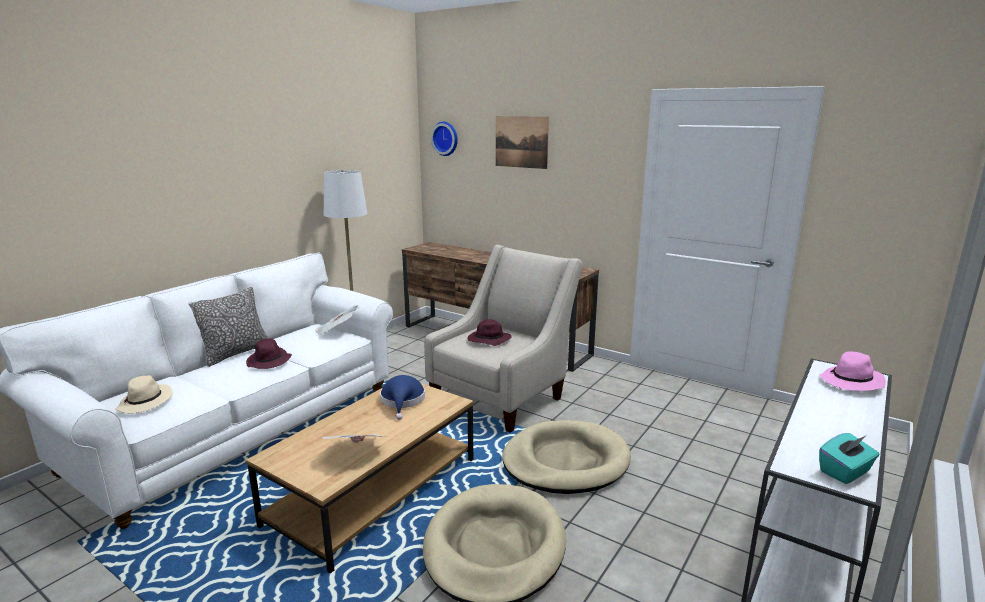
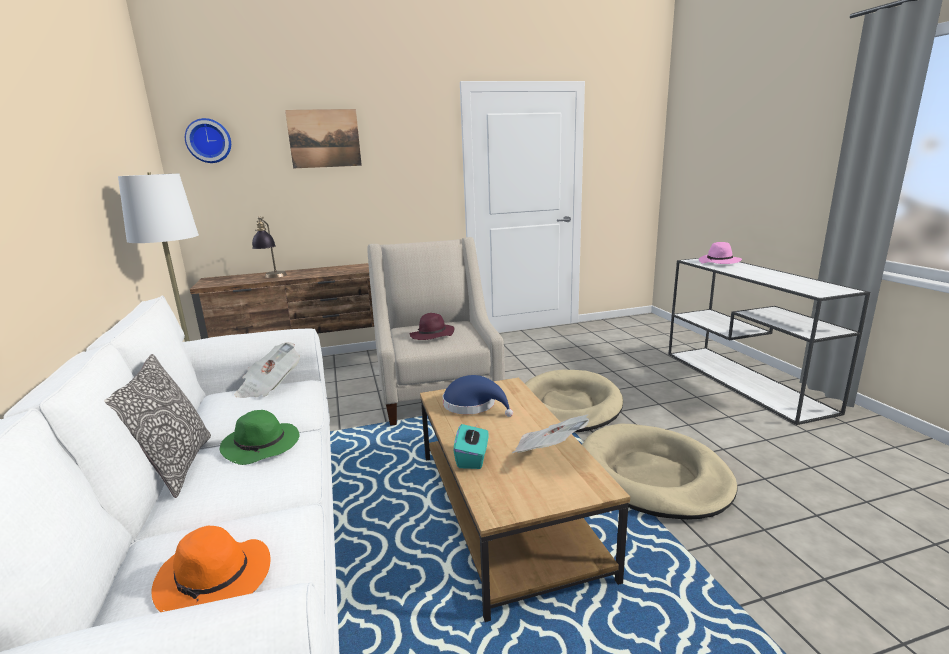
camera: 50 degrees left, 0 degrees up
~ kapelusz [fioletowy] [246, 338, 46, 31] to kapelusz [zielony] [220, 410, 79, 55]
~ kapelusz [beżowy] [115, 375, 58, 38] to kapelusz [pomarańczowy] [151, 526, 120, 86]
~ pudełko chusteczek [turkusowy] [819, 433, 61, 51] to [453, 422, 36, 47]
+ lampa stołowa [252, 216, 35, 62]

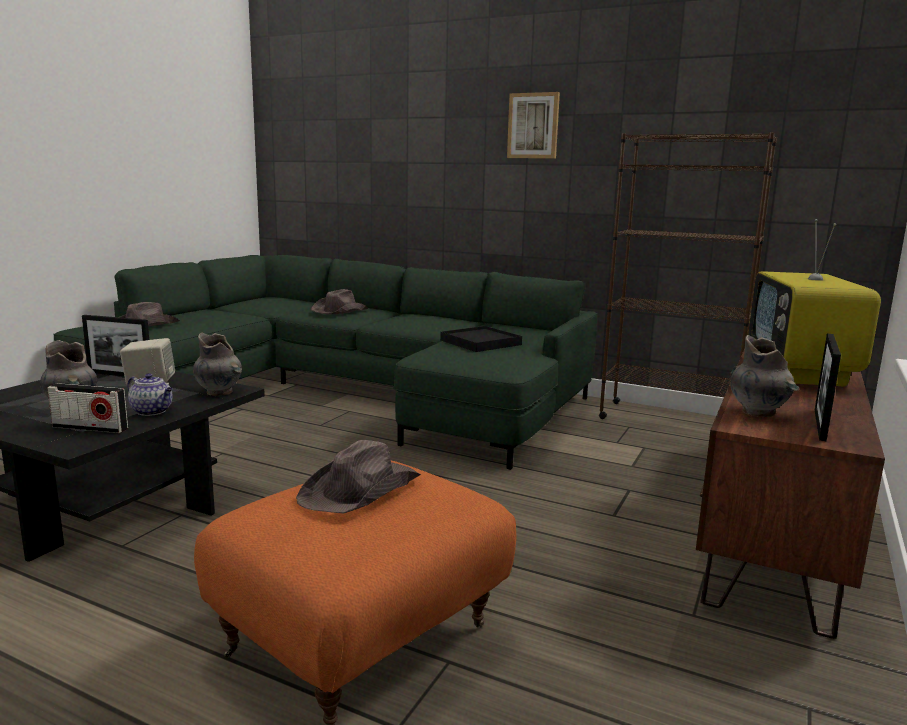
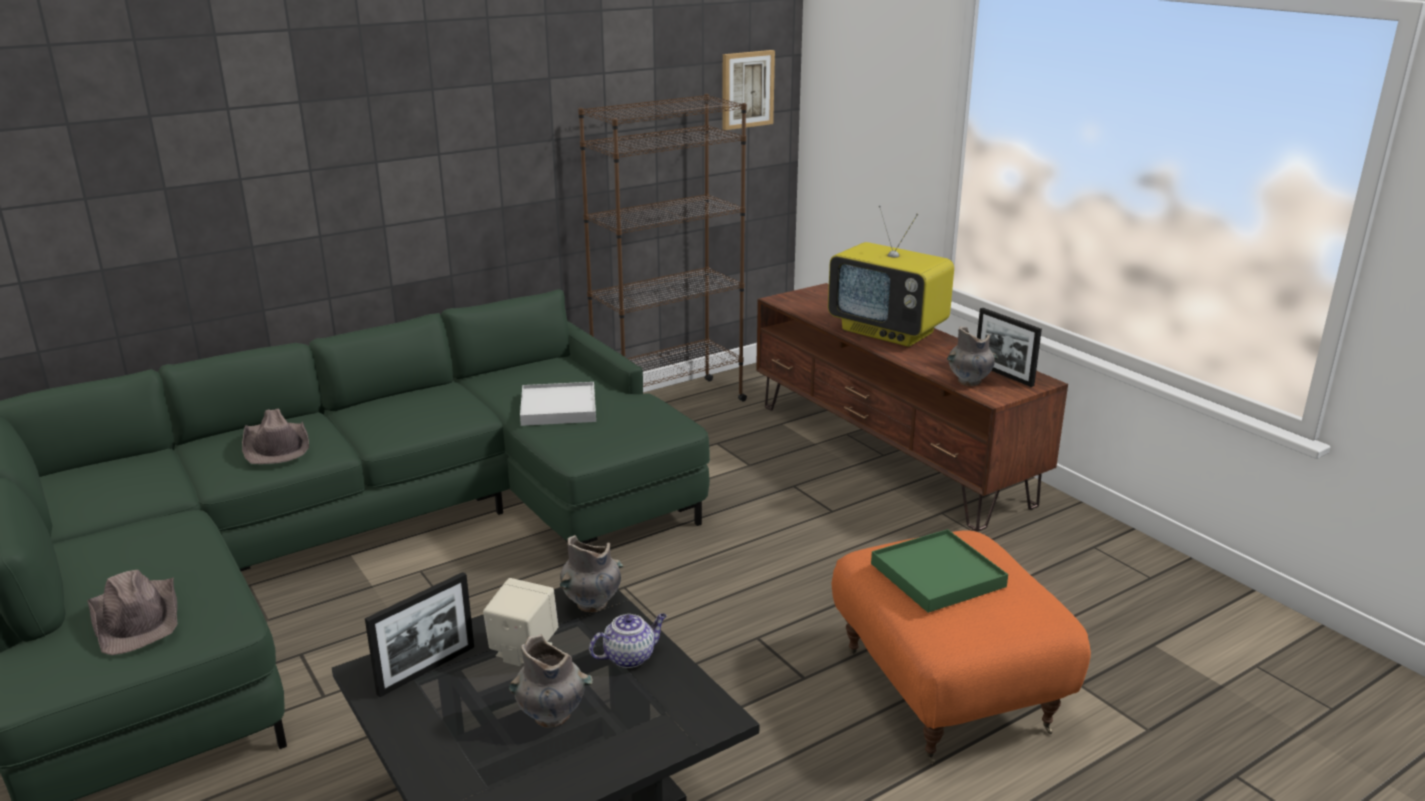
camera: 60 degrees left, 10 degrees up
~ obraz [507, 92, 53, 67] to [722, 50, 53, 80]
~ taca [czarny] [440, 326, 82, 26] to taca [biały] [520, 382, 76, 44]
- radio [47, 383, 81, 50]
~ kapelusz [brązowy] [296, 440, 125, 73] to taca [zielony] [871, 529, 137, 84]

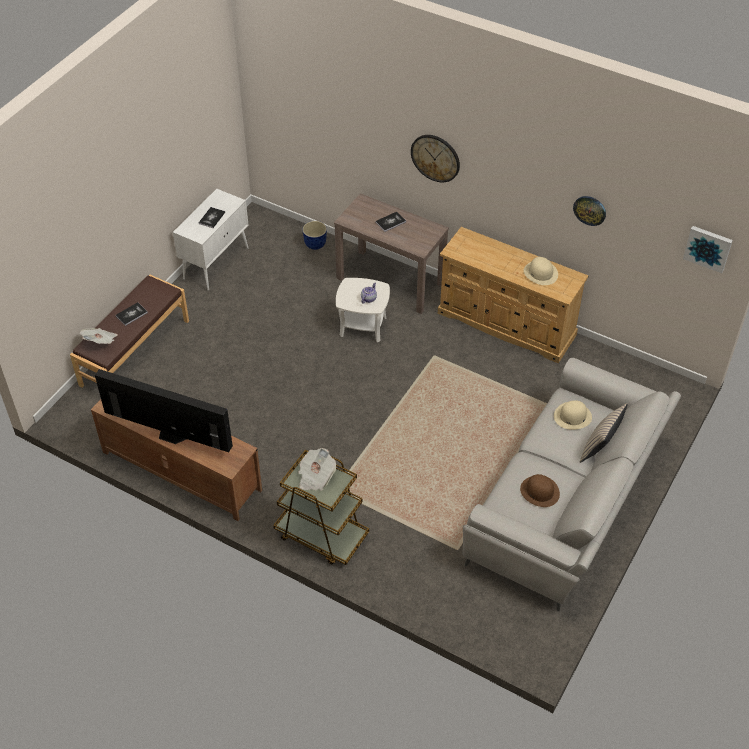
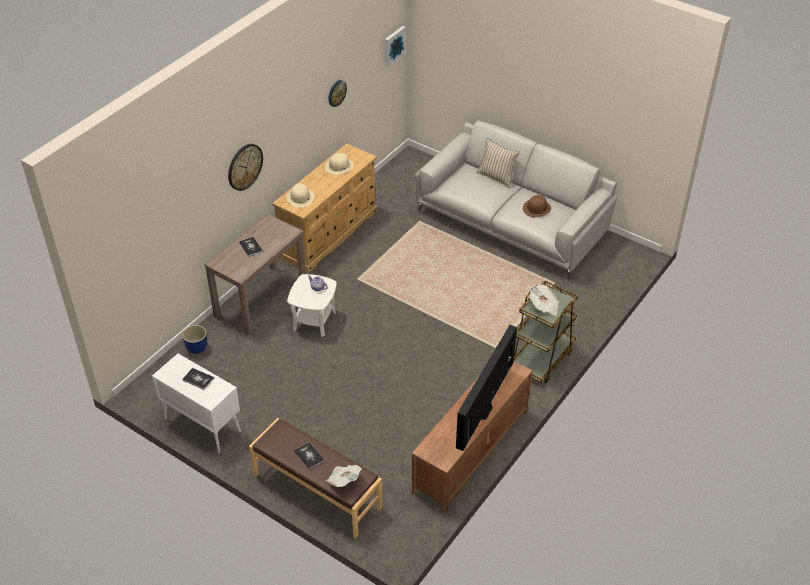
camera: 85 degrees left, 5 degrees down
~ kapelusz [beżowy] [554, 400, 38, 30] to [286, 183, 28, 25]

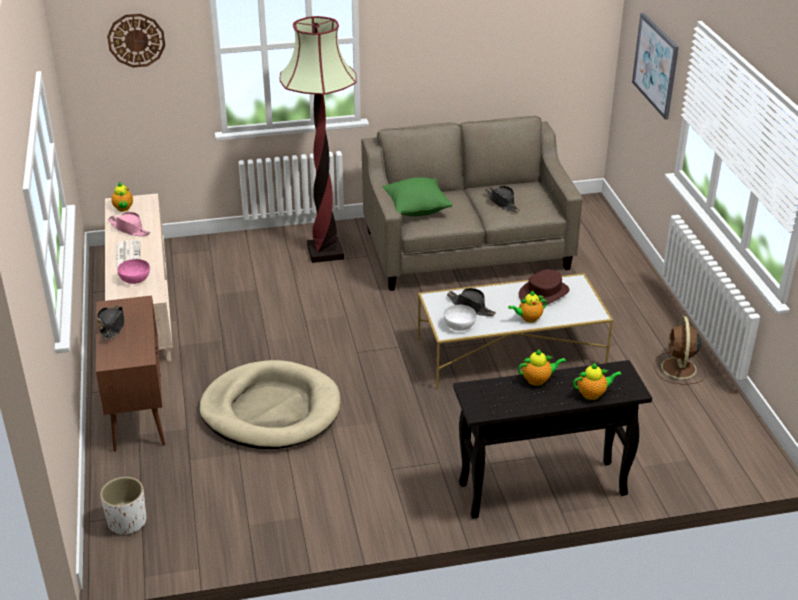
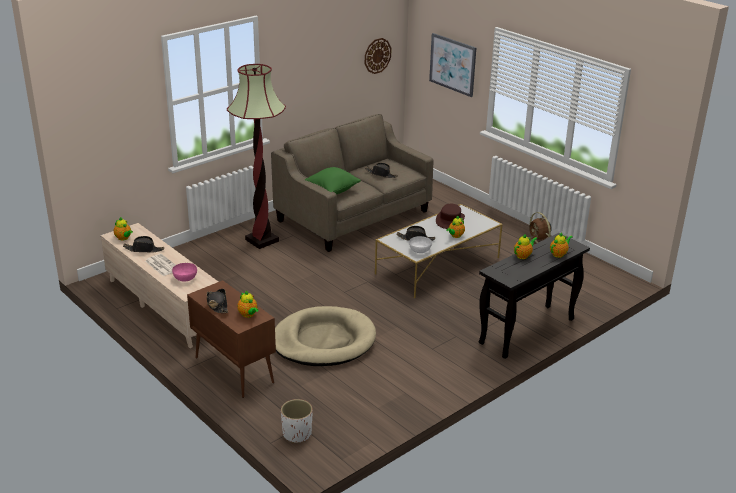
camera: 30 degrees left, 5 degrees down
~ zegar ścienny [107, 14, 58, 54] to [365, 38, 26, 36]
~ kapelusz [różowy] [108, 212, 42, 24] to kapelusz [czarny] [123, 236, 41, 17]
+ imbryk [237, 291, 21, 27]

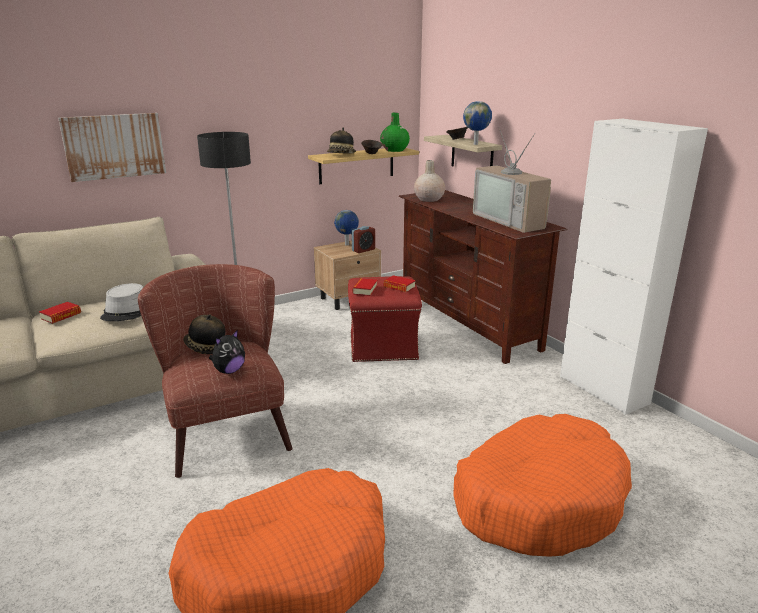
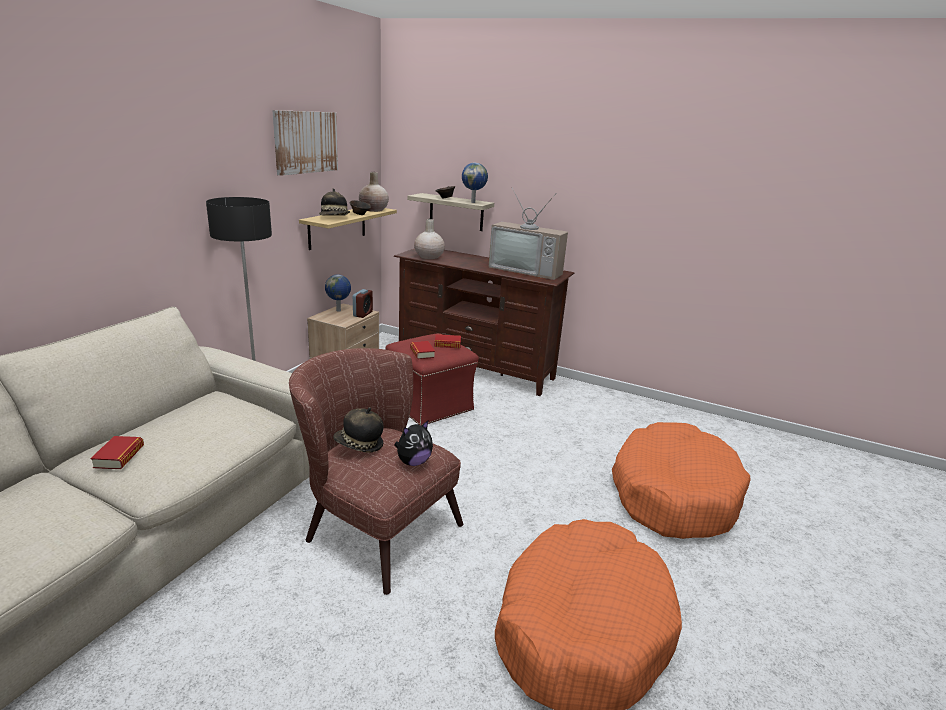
camera: 35 degrees left, 0 degrees up
~ wazon [zielony] [380, 112, 30, 40] to wazon [beżowy] [359, 172, 30, 40]
~ obraz [58, 113, 108, 69] to [272, 110, 66, 66]
- szafka [biały] [560, 119, 148, 296]
- kapelusz [szary] [100, 283, 43, 38]
~ pluszak [209, 330, 36, 44] = [395, 421, 38, 45] 45 degrees clockwise

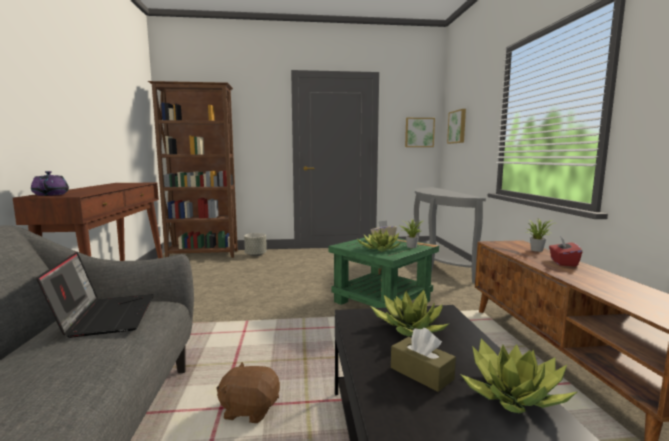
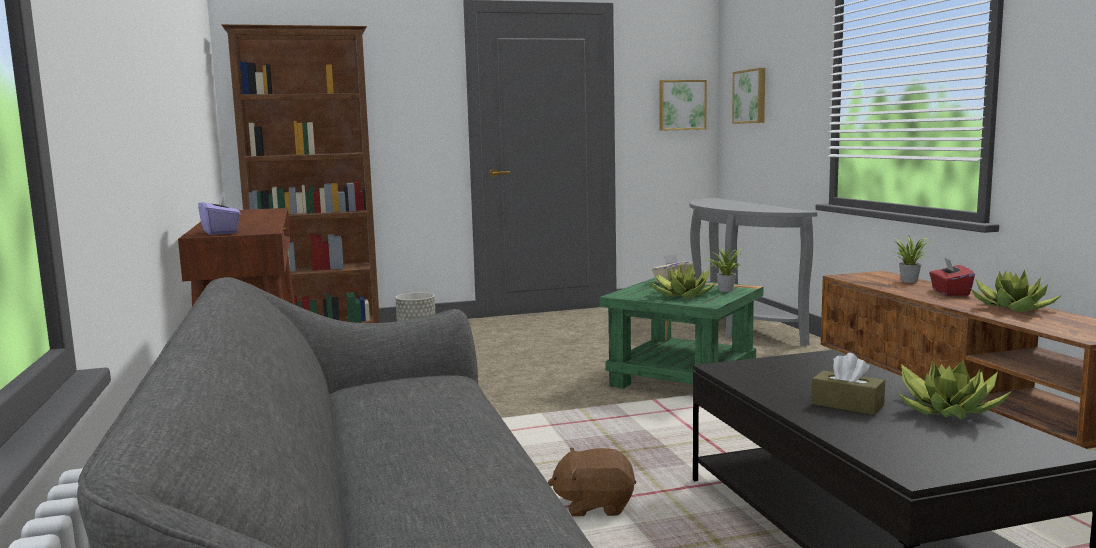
camera: 10 degrees left, 0 degrees up
~ imbryk [fioletowy] [31, 171, 38, 25] to pudełko chusteczek [fioletowy] [198, 191, 42, 44]
- laptop [36, 252, 118, 86]
~ roślina doniczkowa [371, 290, 78, 46] to [971, 270, 90, 42]

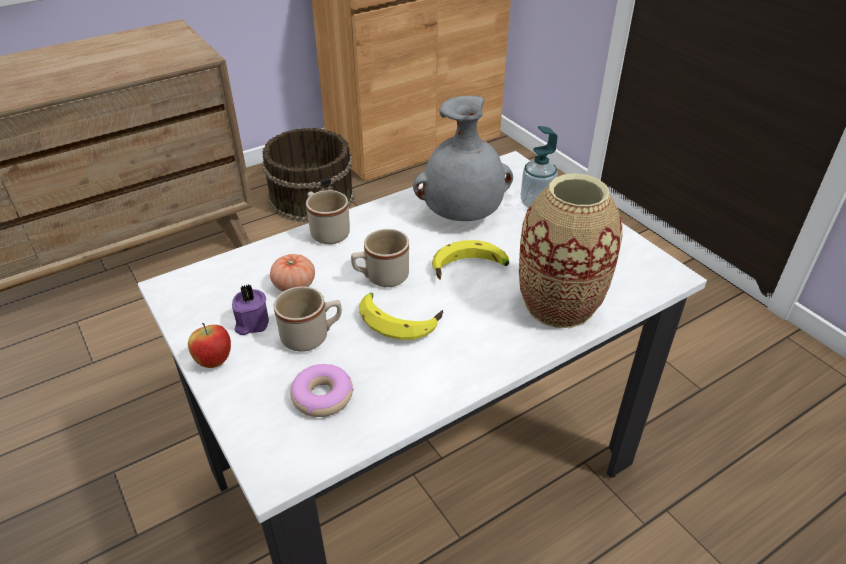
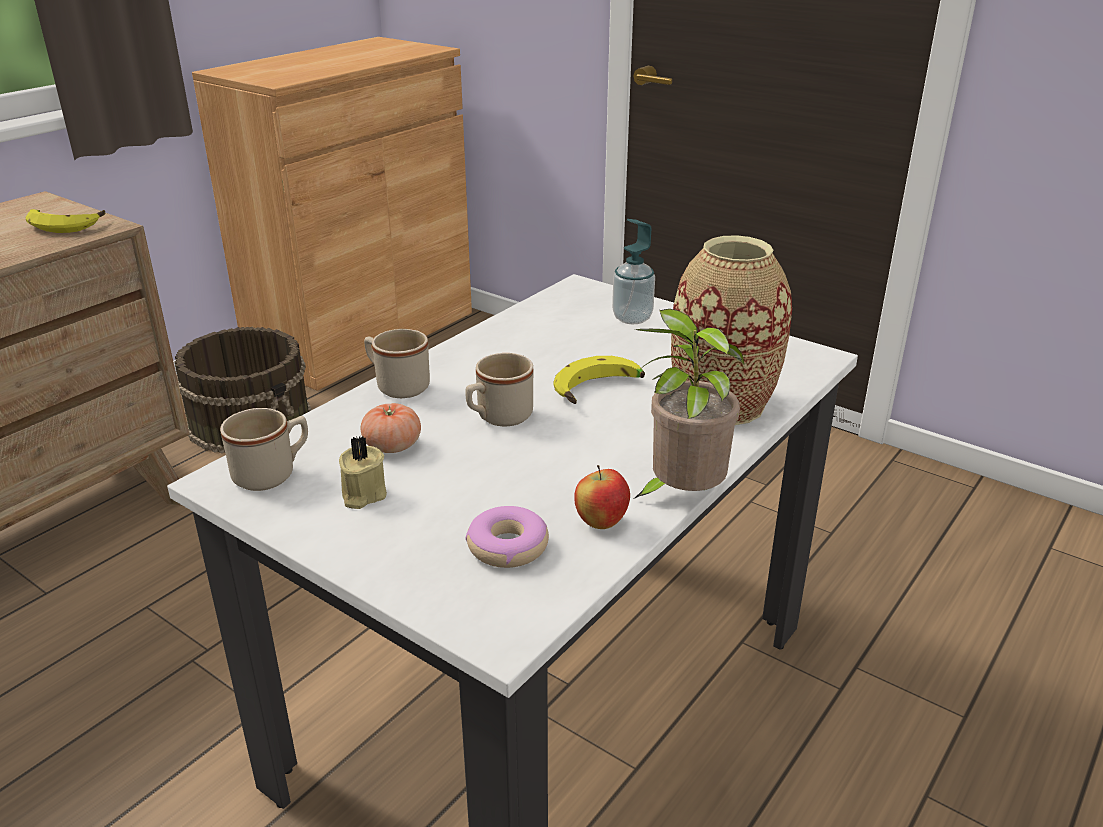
camera: 20 degrees left, 10 degrees down
- wazon [szary] [413, 96, 100, 125]
~ świeca [fioletowy] [232, 284, 37, 51] to świeca [beżowy] [339, 436, 48, 73]
~ kubek [beżowy] [274, 286, 68, 66] to [220, 408, 88, 83]
~ banan [359, 293, 84, 47] to [25, 209, 80, 24]
~ jabłko [188, 323, 43, 45] to [574, 465, 56, 64]
+ roślina doniczkowa [634, 309, 110, 190]

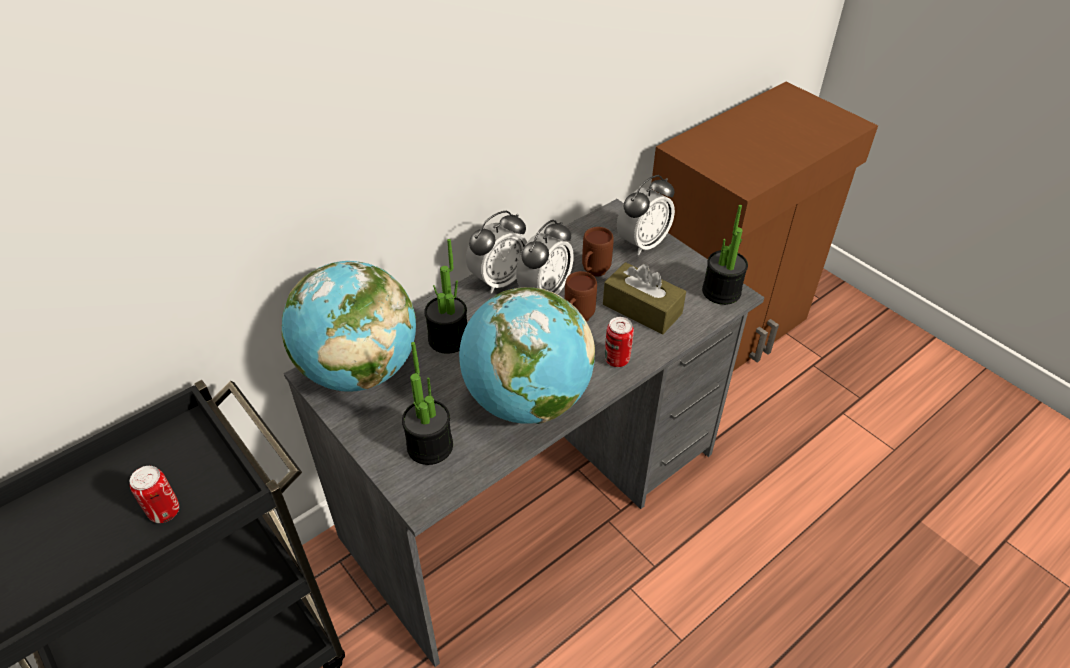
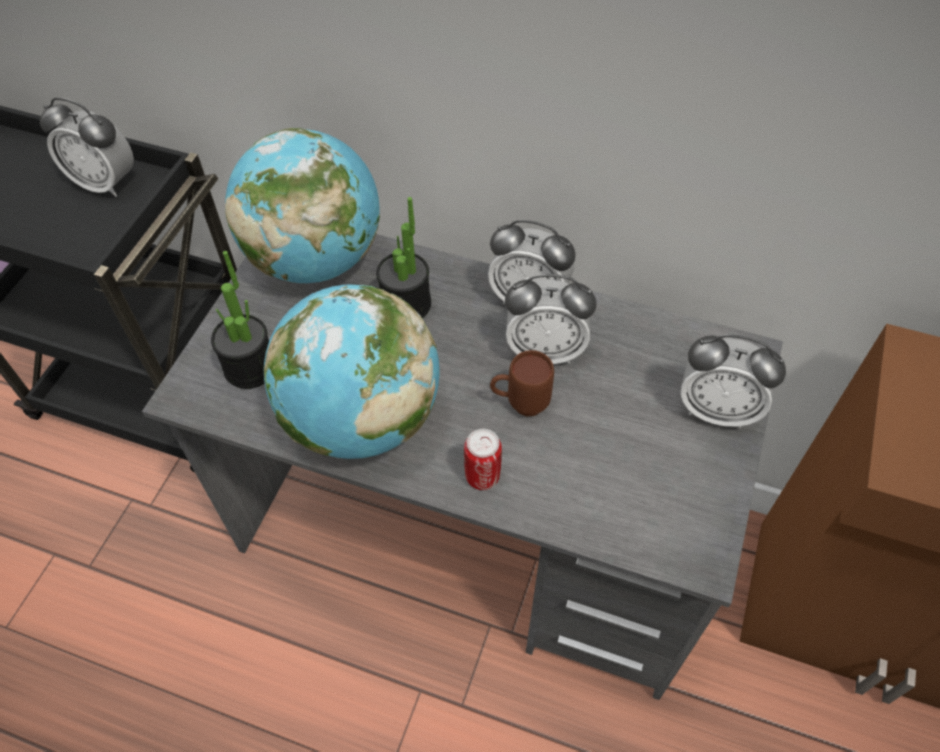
camera: 60 degrees right, 10 degrees up
- roślina doniczkowa [702, 205, 46, 100]
- kubek [brązowy] [582, 227, 32, 50]
- pudełko chusteczek [brązowy] [603, 262, 83, 73]
- puszka [130, 466, 49, 57]
+ budzik [40, 97, 94, 100]

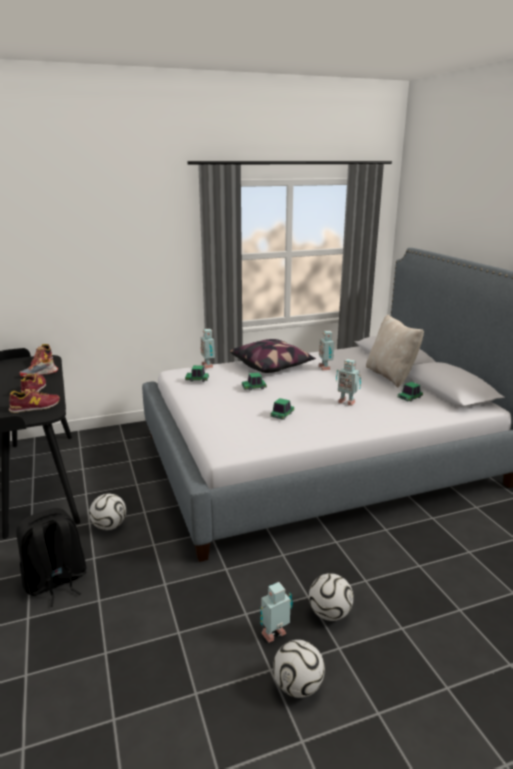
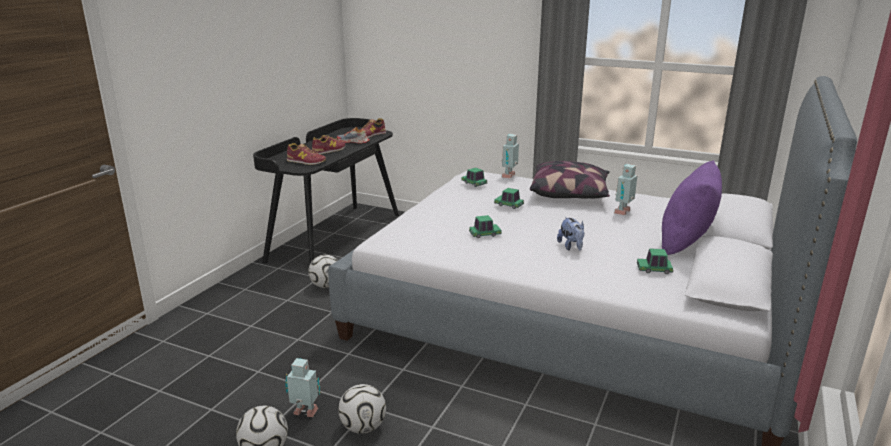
camera: 45 degrees right, 0 degrees up
~ poduszka [beżowy] [366, 315, 58, 73] to poduszka [fioletowy] [662, 160, 60, 95]
~ robot zabawkowy [336, 359, 25, 47] to pluszak [557, 217, 28, 33]
- plecak [czarny] [16, 508, 71, 99]

